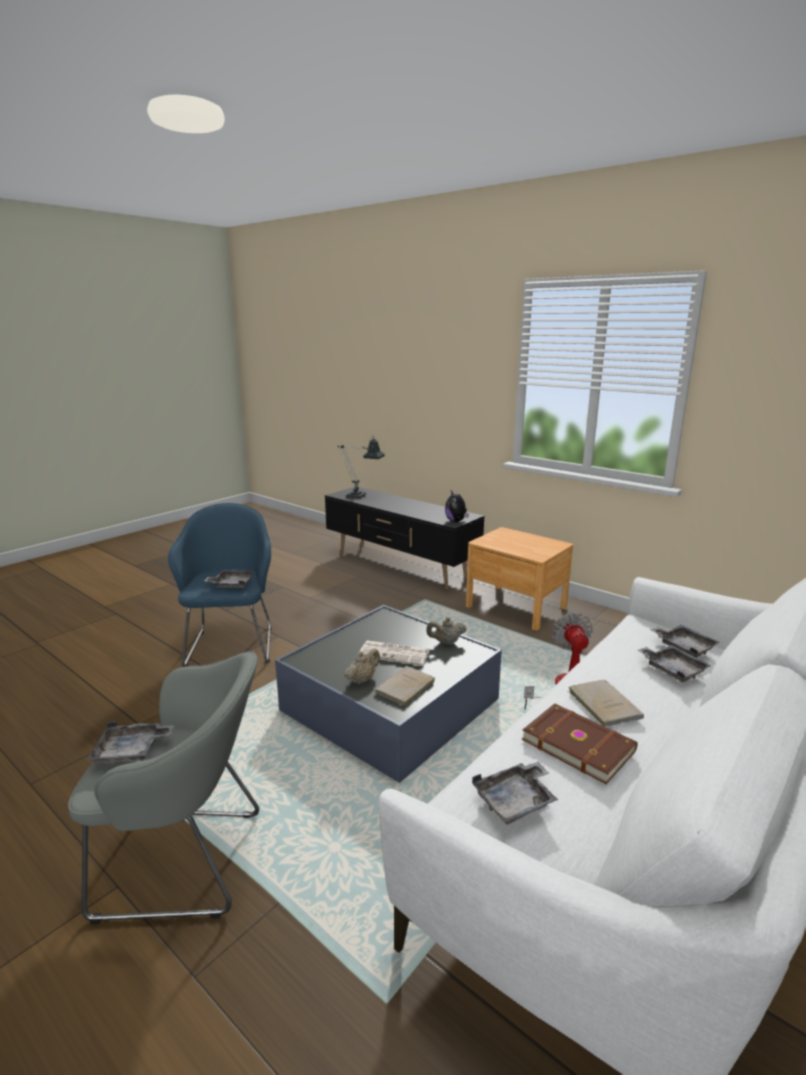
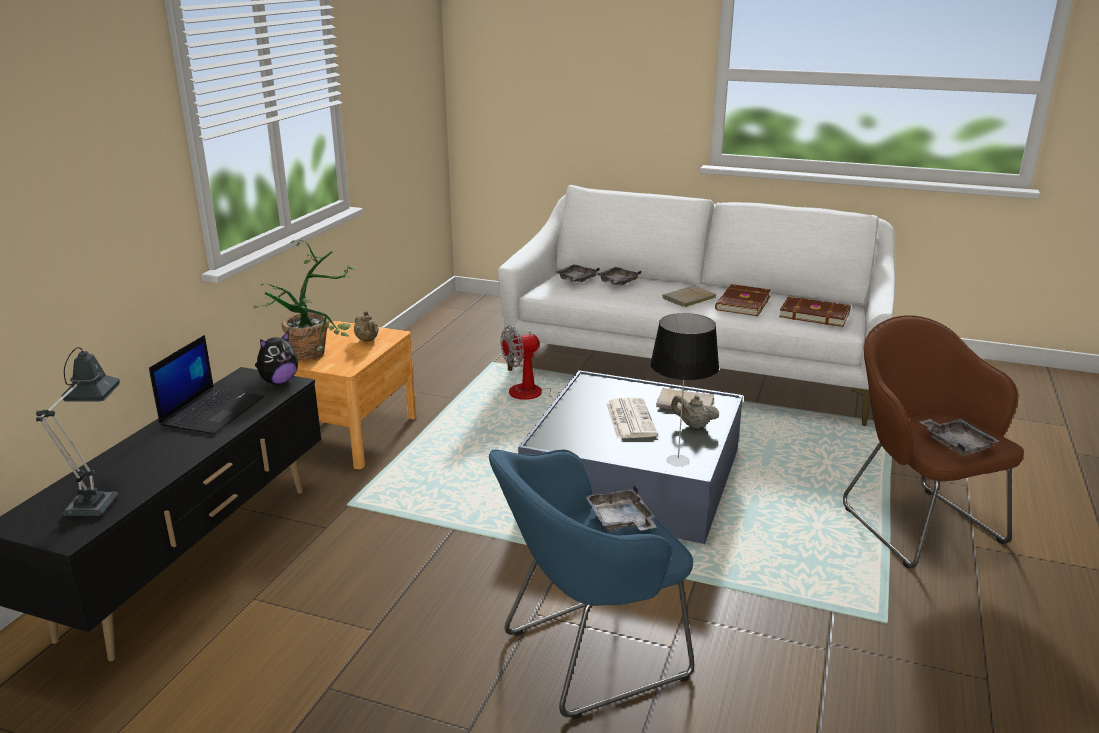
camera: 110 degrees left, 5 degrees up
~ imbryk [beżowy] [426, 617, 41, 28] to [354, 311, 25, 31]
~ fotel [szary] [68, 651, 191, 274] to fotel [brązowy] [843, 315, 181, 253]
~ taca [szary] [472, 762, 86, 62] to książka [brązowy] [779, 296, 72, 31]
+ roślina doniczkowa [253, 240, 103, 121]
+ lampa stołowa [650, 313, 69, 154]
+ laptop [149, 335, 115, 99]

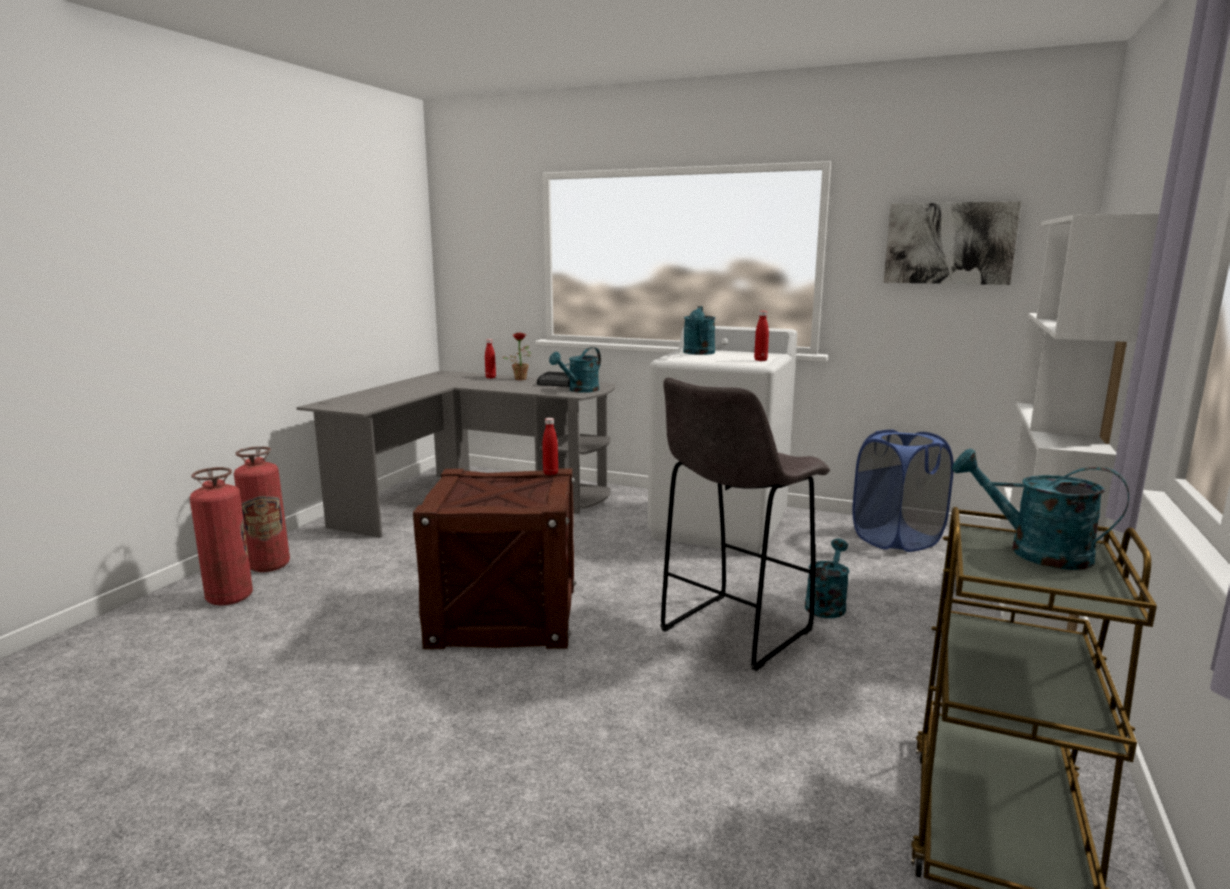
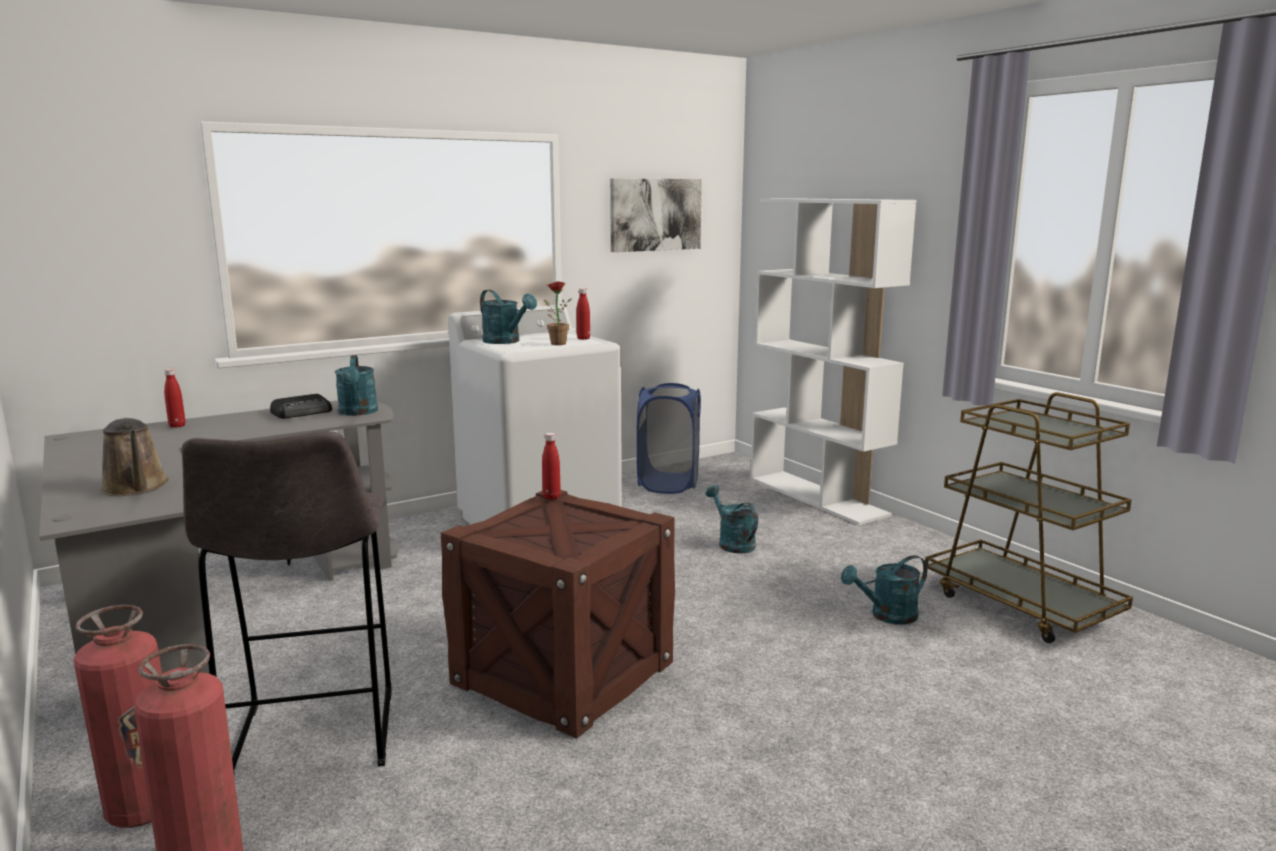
camera: 55 degrees left, 0 degrees up
~ roślina doniczkowa [503, 333, 28, 47] to [544, 282, 28, 63]
~ stołek [szary] [660, 378, 170, 293] to [182, 431, 210, 344]
~ konewka [turkusowy] [952, 449, 177, 121] to [841, 555, 86, 70]
+ konewka [brązowy] [101, 417, 68, 79]

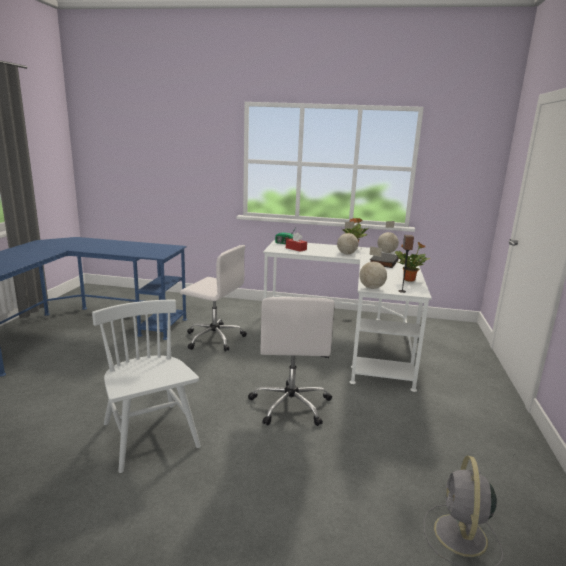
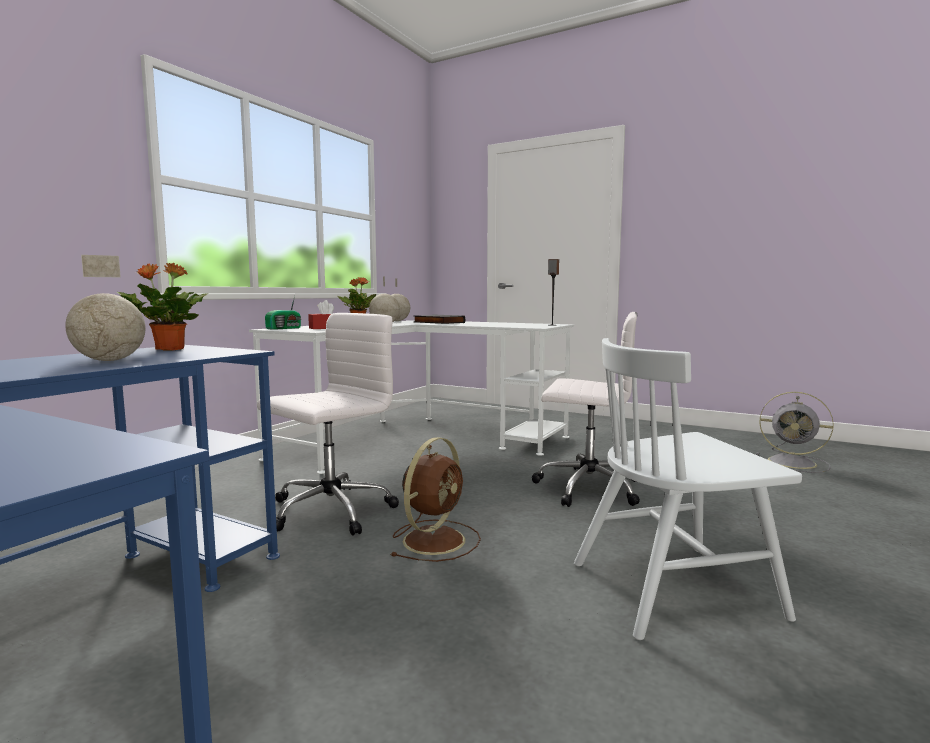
camera: 70 degrees left, 10 degrees down
~ roślina doniczkowa [395, 241, 36, 41] to [117, 263, 91, 88]
~ globus [359, 246, 28, 43] to [65, 255, 80, 106]
+ wentylator [brązowy] [391, 437, 90, 125]

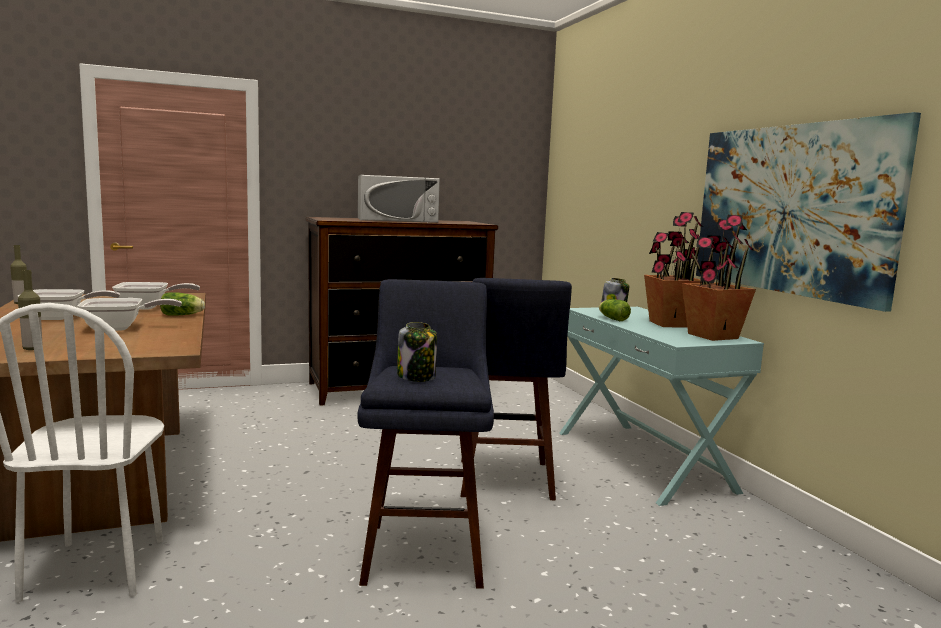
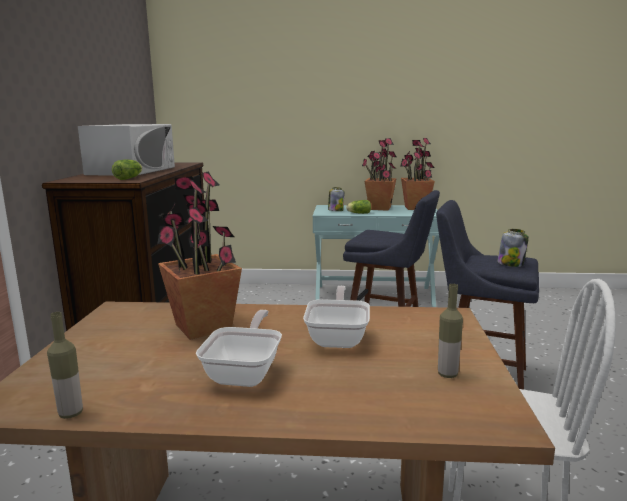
camera: 65 degrees left, 5 degrees up
- obraz [696, 112, 225, 200]
~ patelnia [112, 282, 88, 27] to roślina doniczkowa [157, 172, 85, 168]
~ sałata [160, 292, 45, 24] to [112, 160, 30, 20]

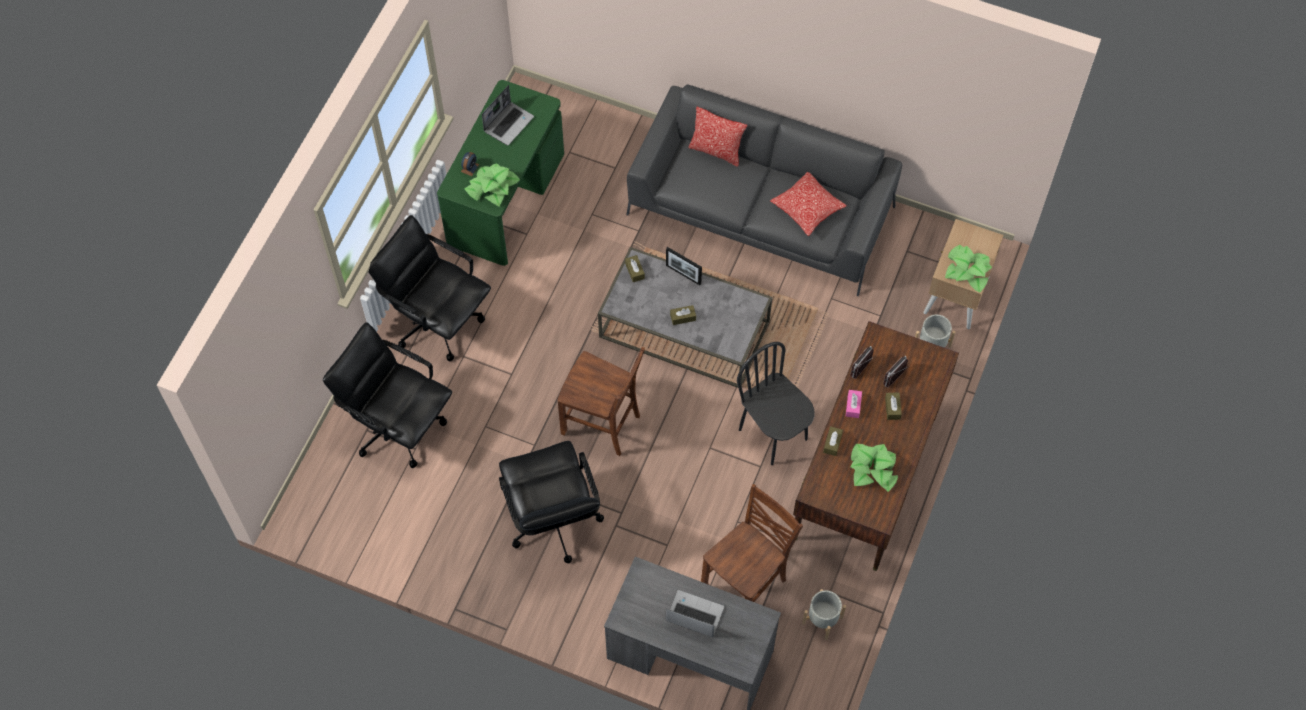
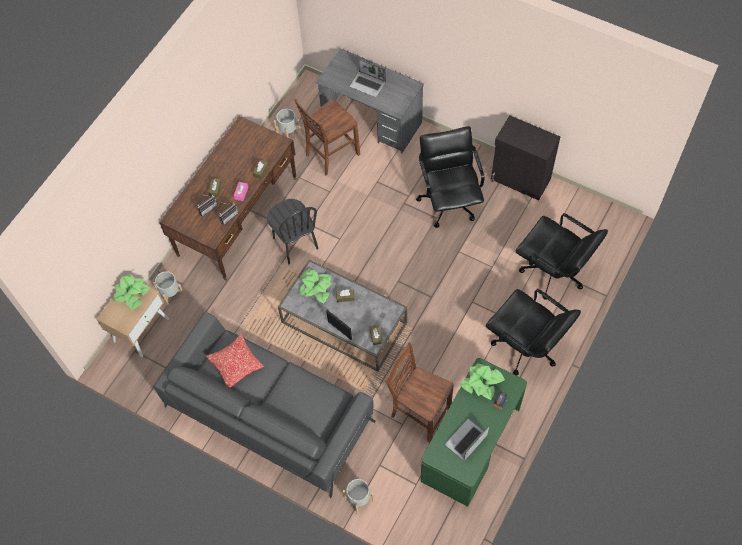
camera: 170 degrees left, 0 degrees up
- poduszka [688, 107, 59, 60]
~ krzesło [brązowy] [557, 347, 88, 109] to [385, 342, 69, 101]
~ roślina doniczkowa [850, 444, 48, 48] to [299, 269, 33, 34]
+ szafka [czarny] [491, 115, 69, 85]
+ donica [szary] [343, 477, 32, 37]

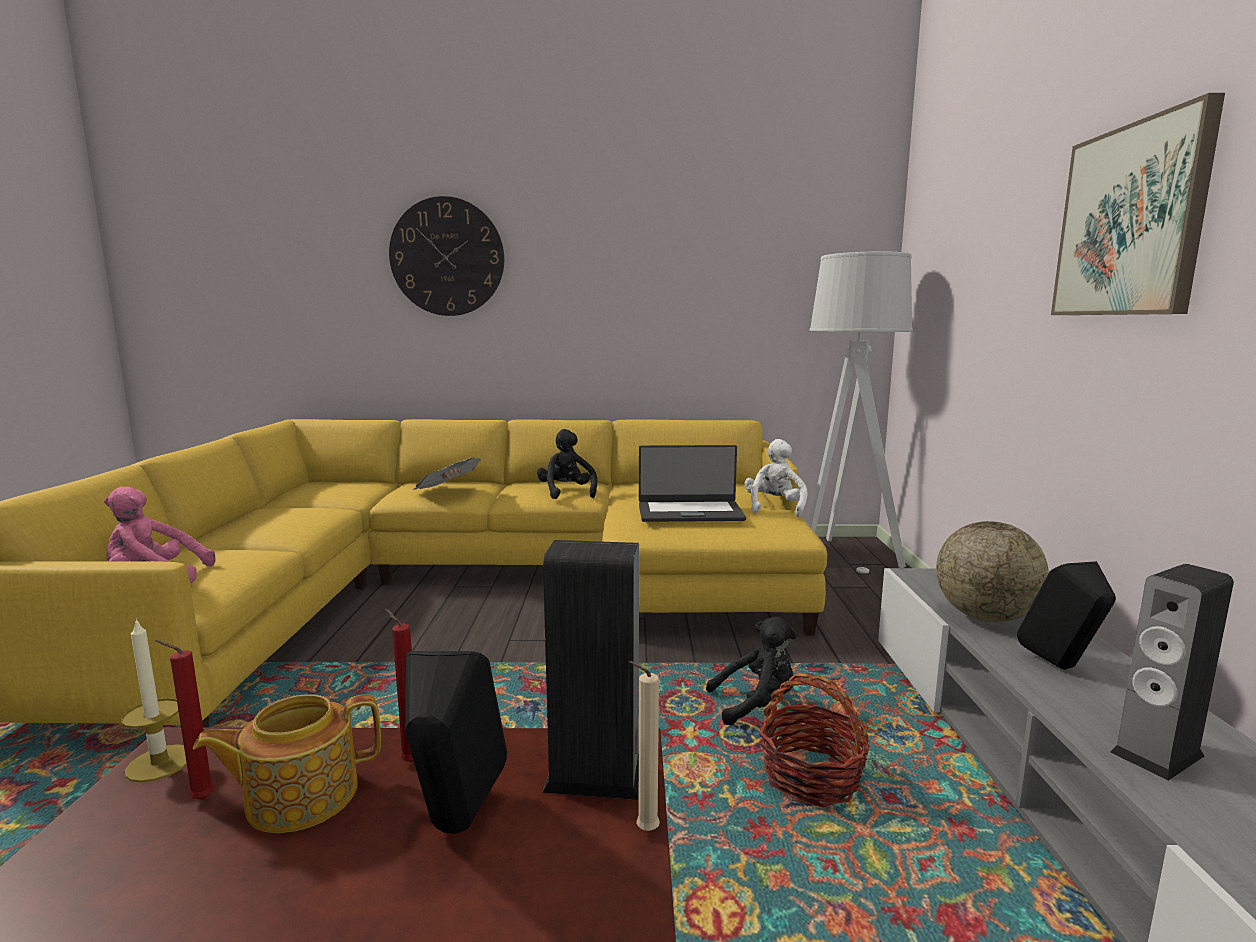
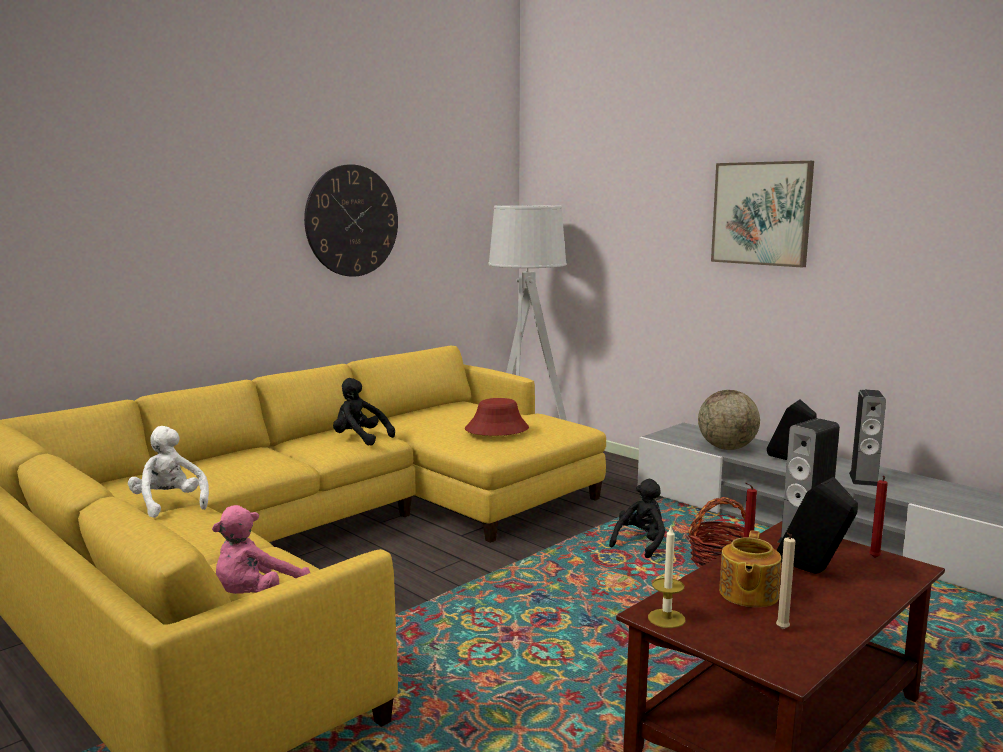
camera: 45 degrees left, 0 degrees up
~ zegar ścienny [389, 196, 115, 120] to [304, 164, 94, 113]
~ pluszak [biały] [744, 439, 63, 79] to [128, 426, 81, 92]
~ laptop [639, 445, 107, 77] to kapelusz [czerwony] [465, 398, 64, 38]
- gazeta [414, 457, 67, 33]
~ świeca [czerwony] [156, 640, 58, 160] to [869, 476, 19, 82]
~ świeca [beżowy] [628, 661, 32, 170] to [776, 533, 20, 96]

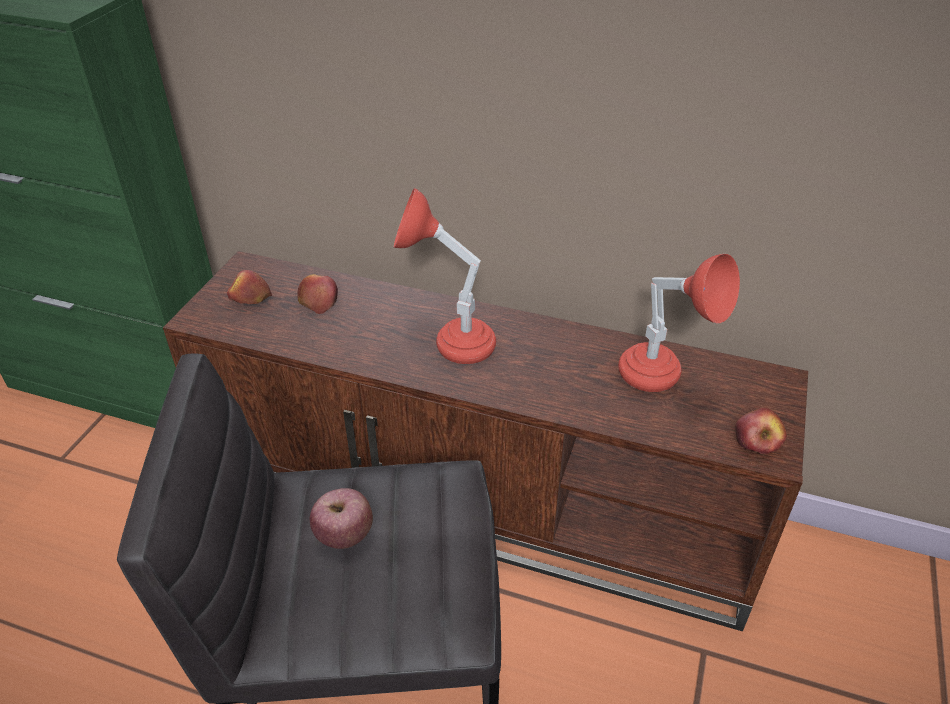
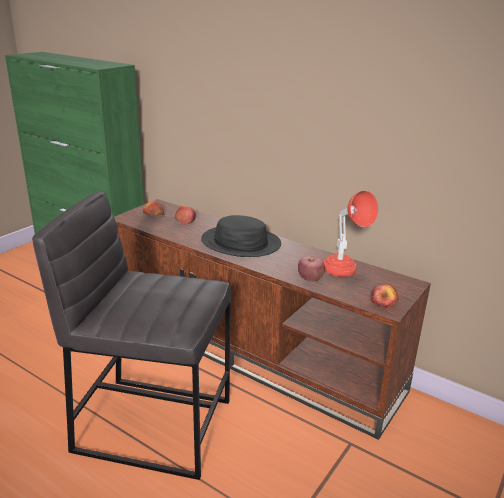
camera: 15 degrees right, 15 degrees down
~ lampa stołowa [czerwony] [394, 188, 102, 176] to kapelusz [czarny] [201, 215, 80, 42]
~ jabłko [310, 488, 63, 61] to [298, 256, 27, 26]

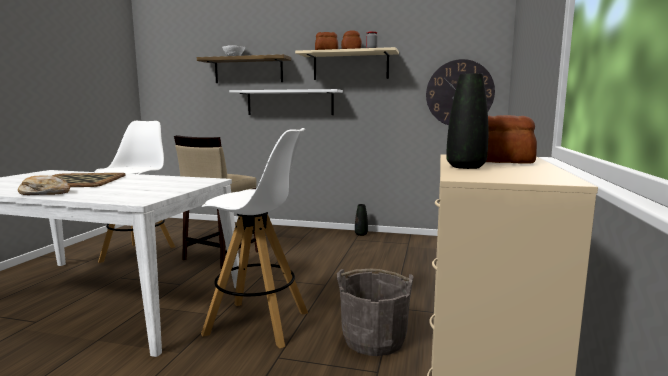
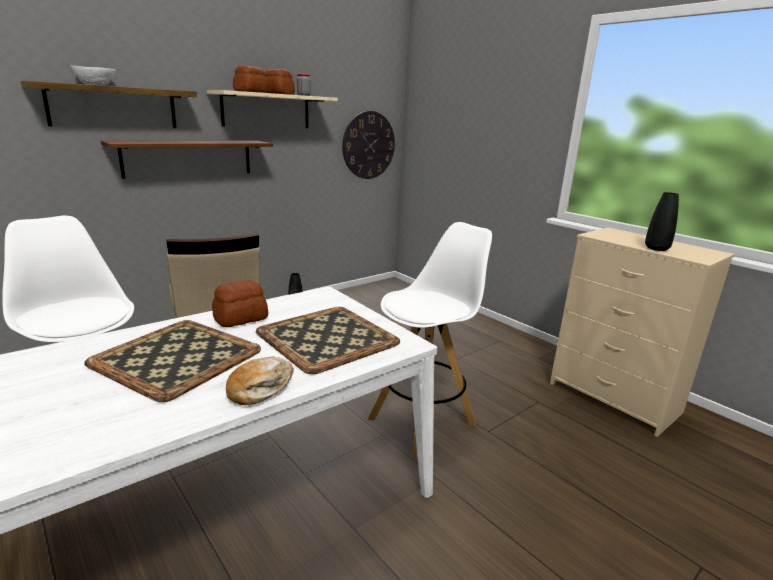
camera: 55 degrees left, 10 degrees up
~ półka [biały] [229, 89, 114, 26] to półka [brązowy] [101, 141, 172, 38]
~ chleb [486, 115, 51, 48] to [212, 280, 56, 47]
- wiadro [szary] [337, 269, 77, 87]
+ taca [256, 307, 144, 67]

